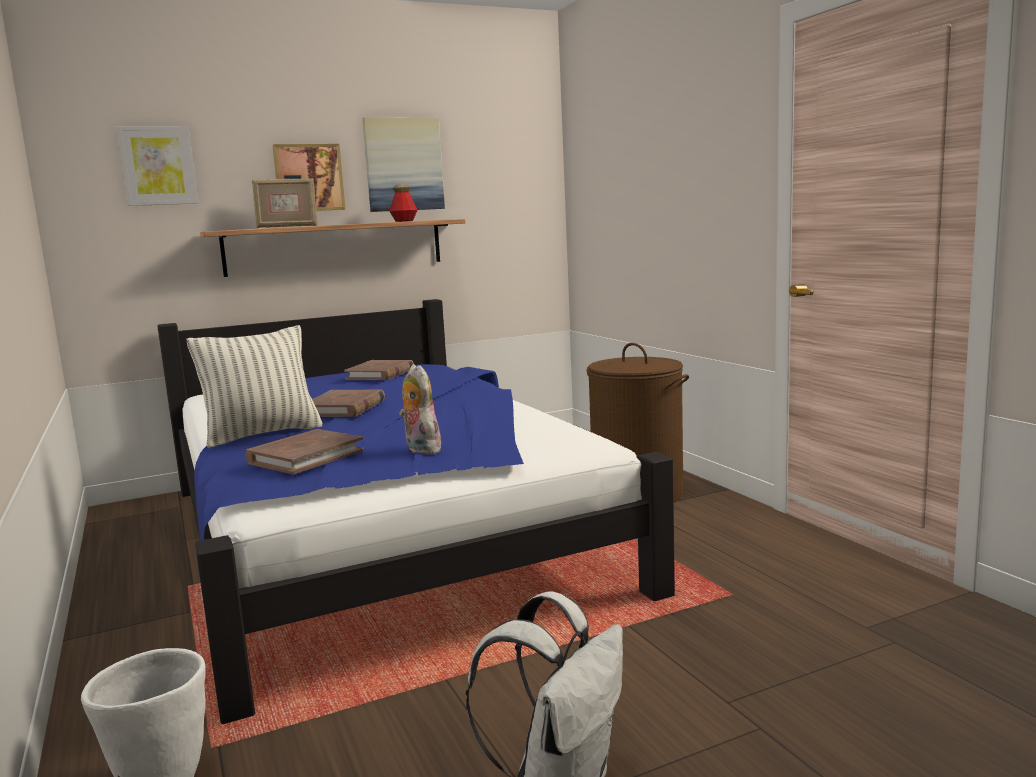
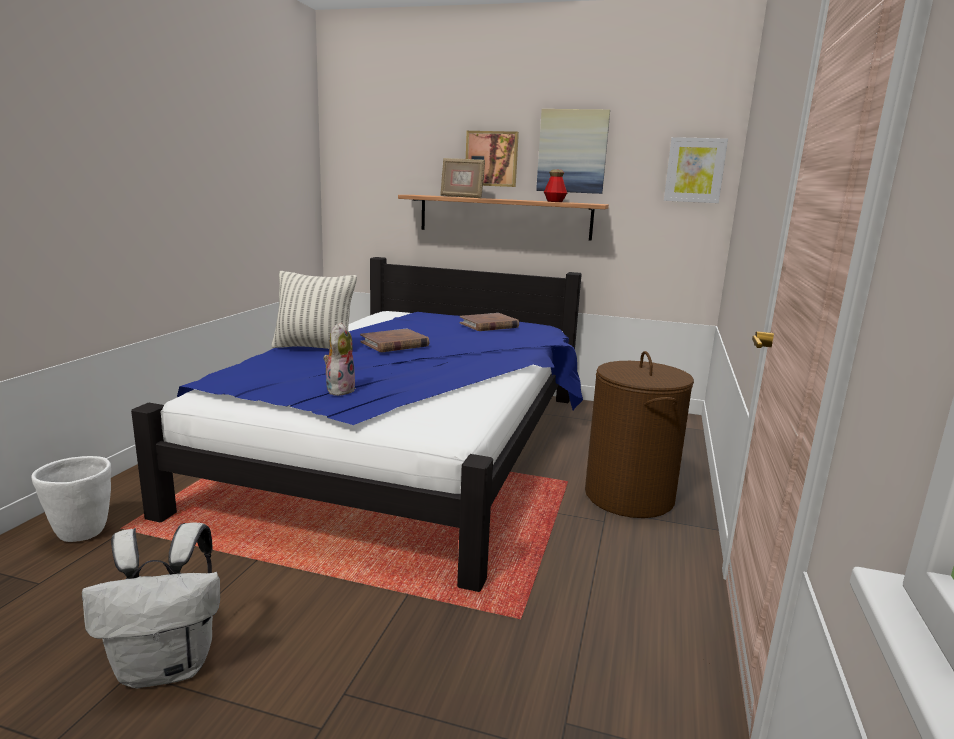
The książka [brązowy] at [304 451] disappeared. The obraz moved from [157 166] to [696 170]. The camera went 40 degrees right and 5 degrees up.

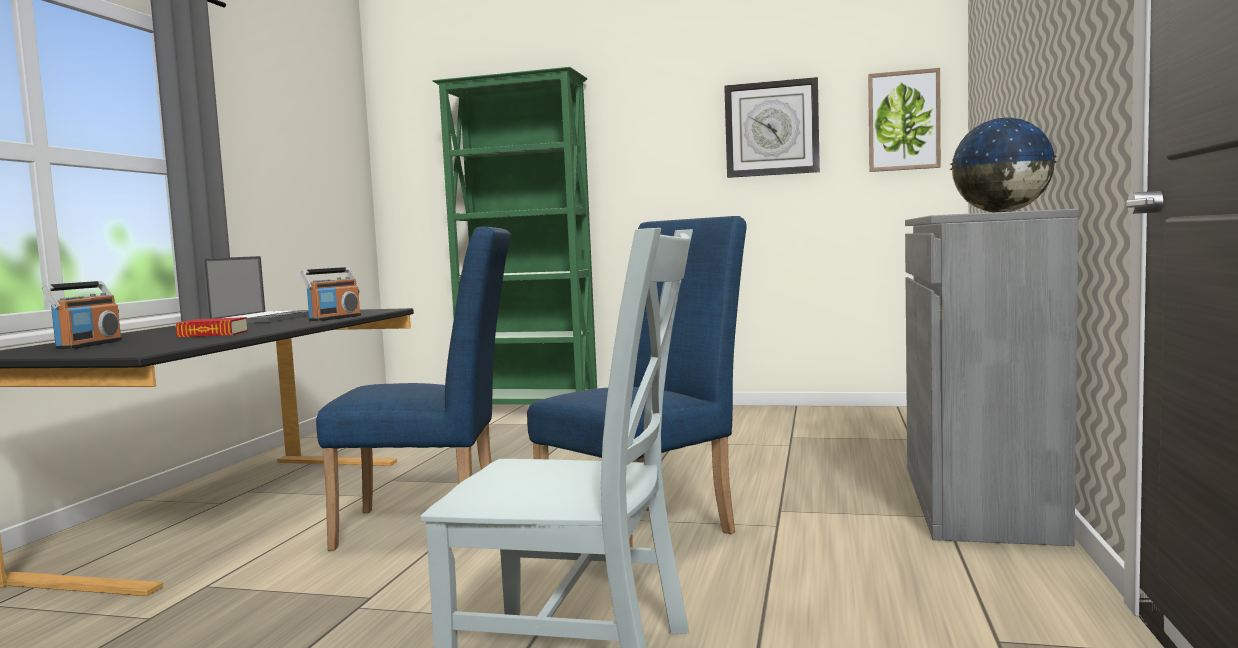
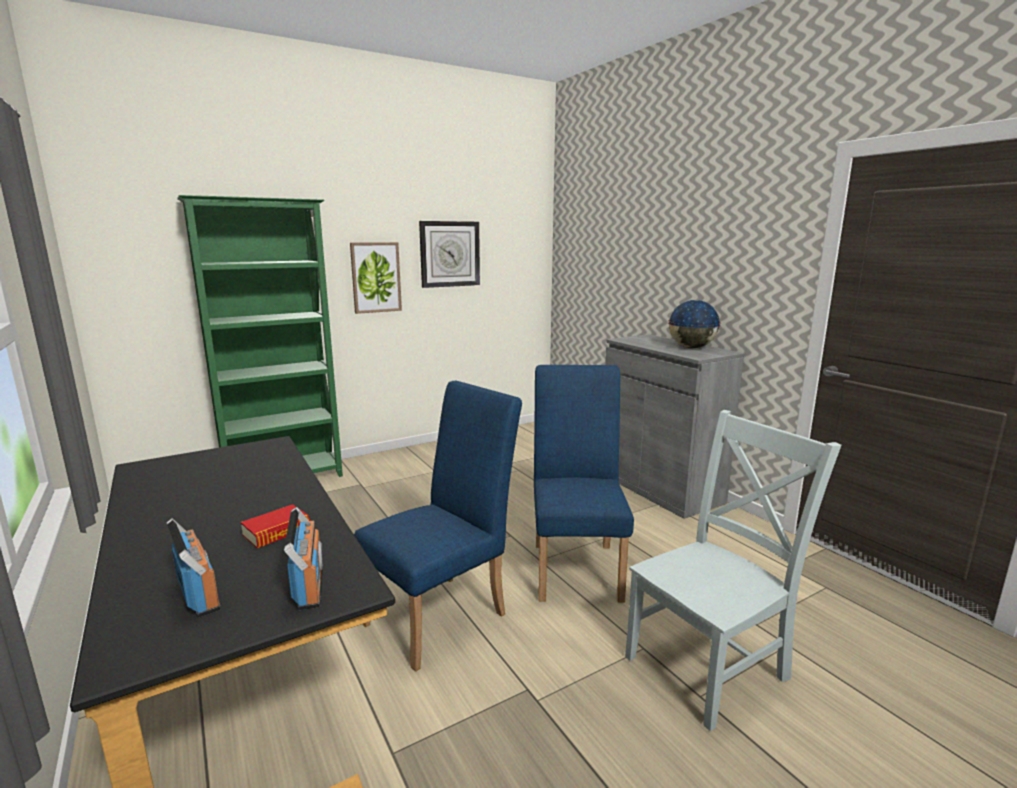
The laptop at [256 289] disappeared. The radio moved from [331 294] to [304 558]. The obraz moved from [904 120] to [376 278]. The camera went 45 degrees left and 10 degrees up.

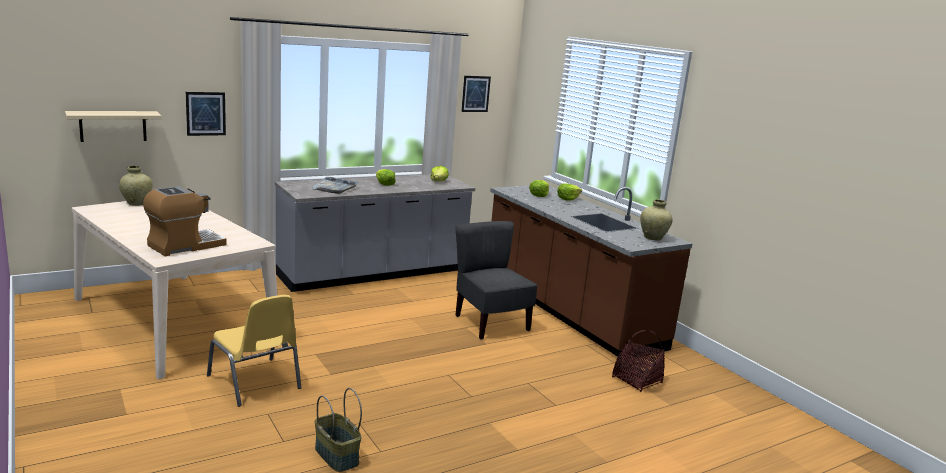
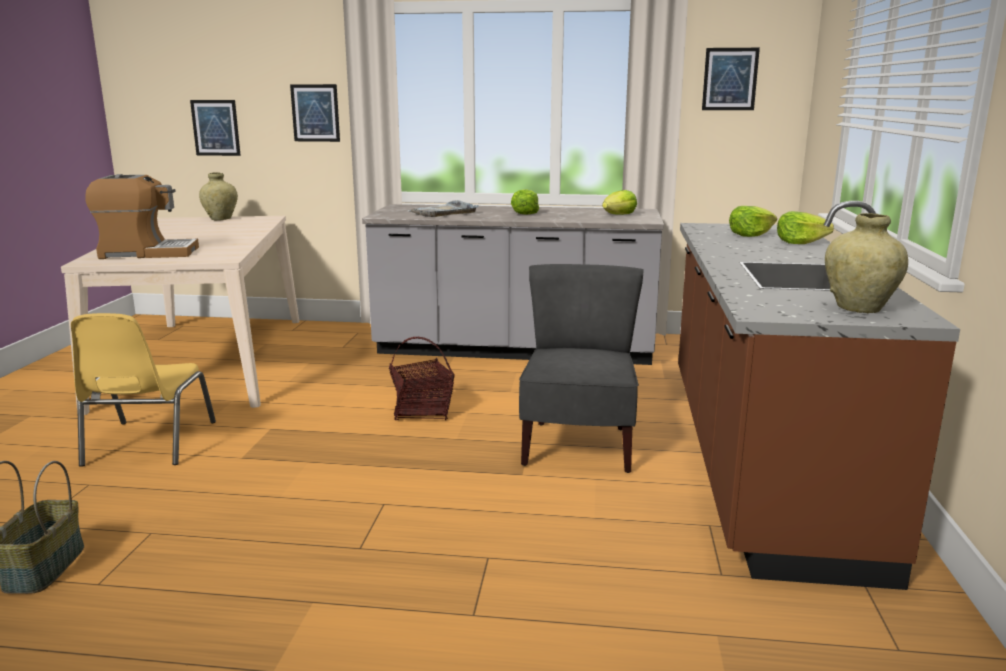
The koszyk moved from [638 361] to [421 378]. The półka [beżowy] at [113 126] was replaced by the obraz at [215 128]. The camera went 40 degrees right and 0 degrees up.

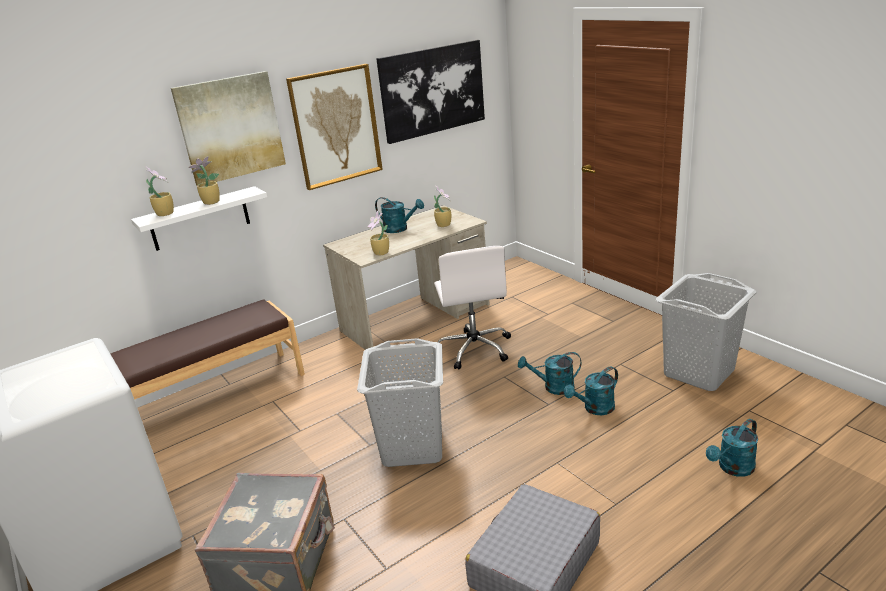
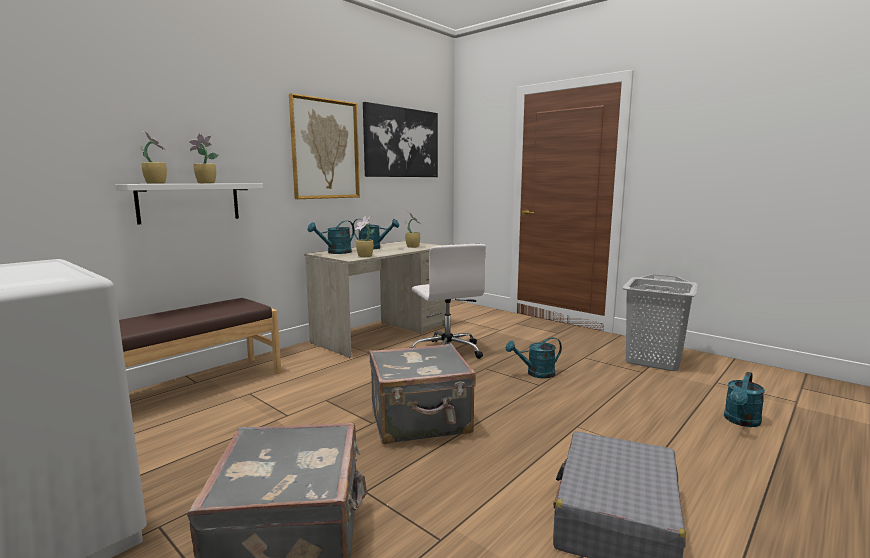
The obraz at [228 128] disappeared. The konewka [turkusowy] moved from [591 390] to [331 237]. The kosz na pranie [szary] at [400 402] was replaced by the walizka [szary] at [422 393]. The camera went 15 degrees left and 15 degrees down.

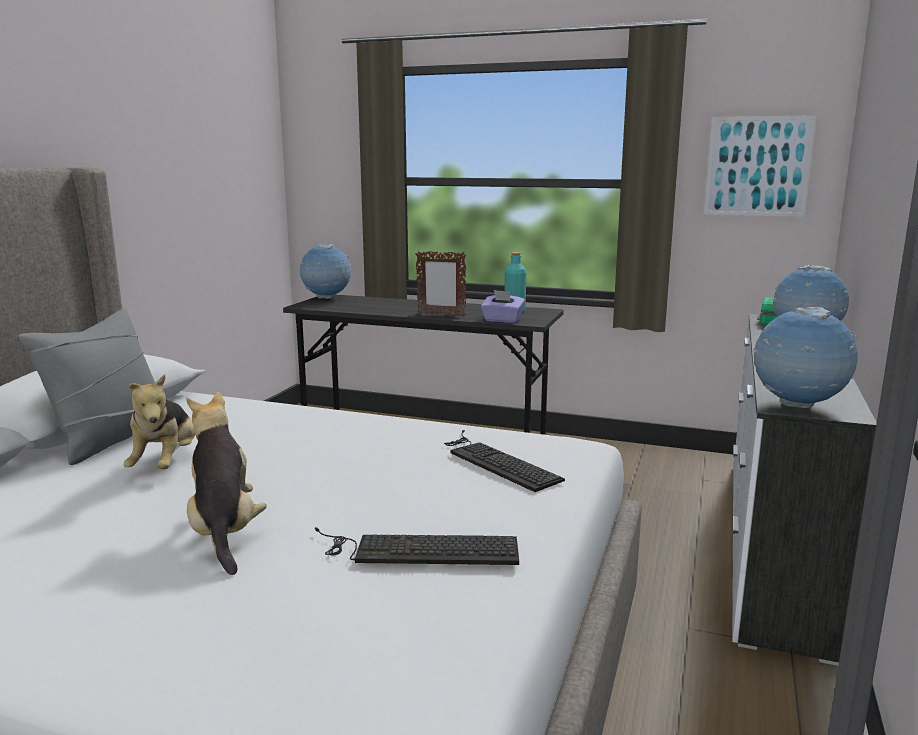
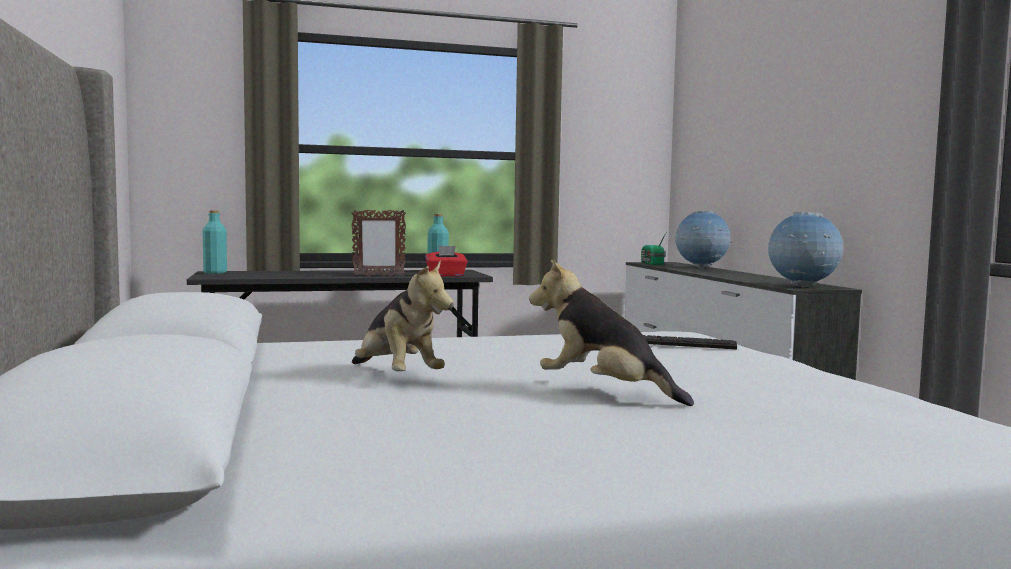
The poduszka [szary] at [86 387] disappeared. The klawiatura at [417 546] disappeared. The obraz at [760 166] disappeared. The globus at [325 271] was replaced by the butelka [turkusowy] at [215 242]. The pudełko chusteczek [fioletowy] at [503 306] became the pudełko chusteczek [czerwony] at [446 260]. The camera went 35 degrees left and 10 degrees down.

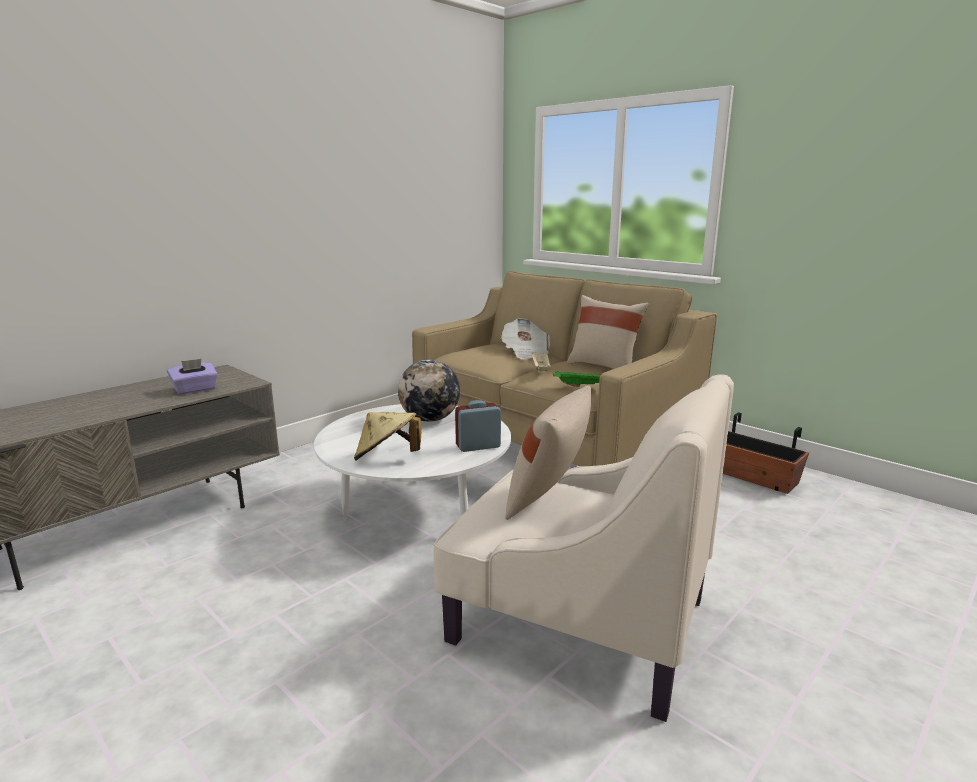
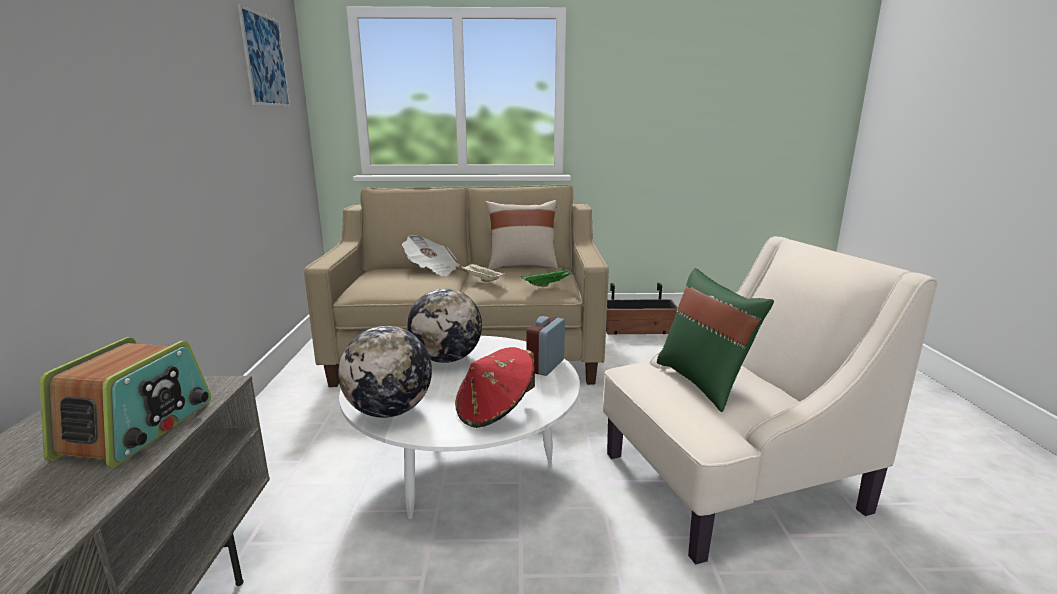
The obraz at [264 55] appeared. The globus at [385 372] appeared. The pudełko chusteczek [fioletowy] at [192 377] was replaced by the radio at [125 402]. The kapelusz [beżowy] at [387 436] became the kapelusz [czerwony] at [495 387]. The poduszka [beżowy] at [548 453] became the poduszka [zielony] at [715 340]. The camera went 45 degrees left and 0 degrees up.

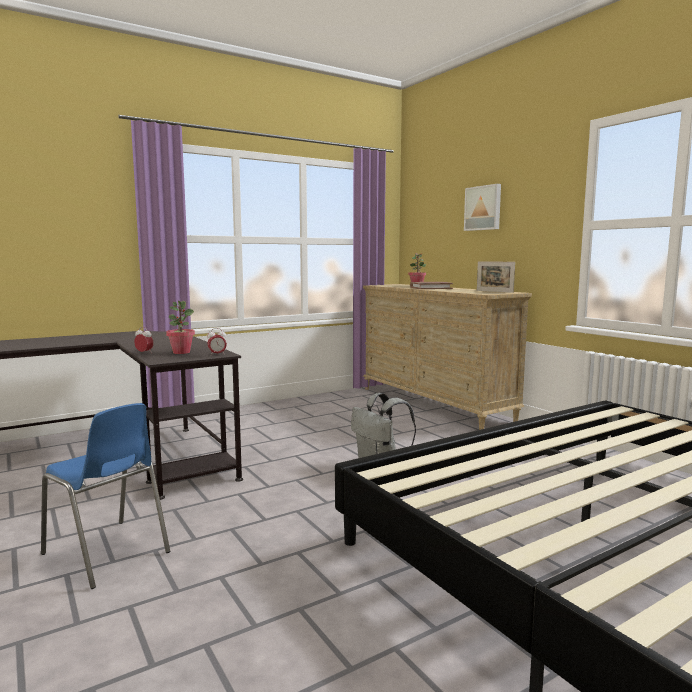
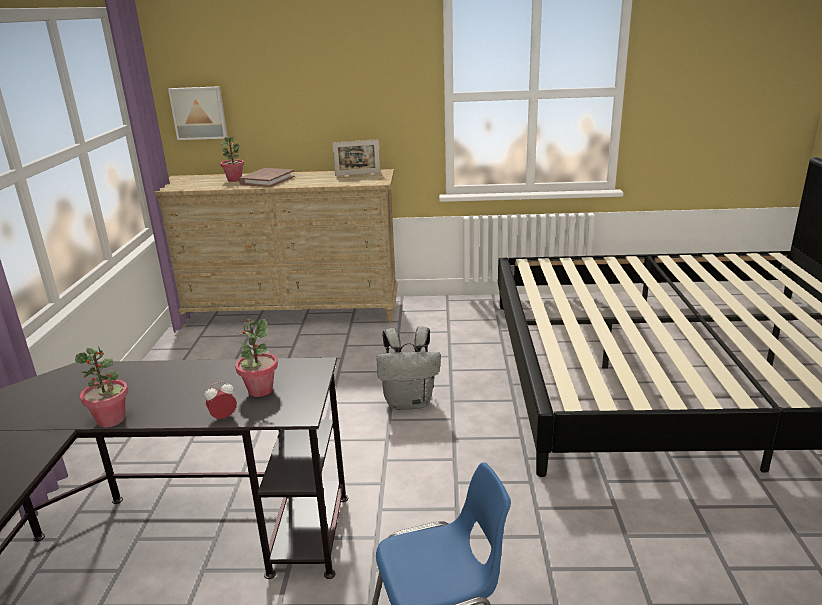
The budzik at [217 342] disappeared. The roślina doniczkowa at [101 387] appeared. The obraz moved from [482 207] to [198 113]. The camera went 55 degrees left and 15 degrees up.

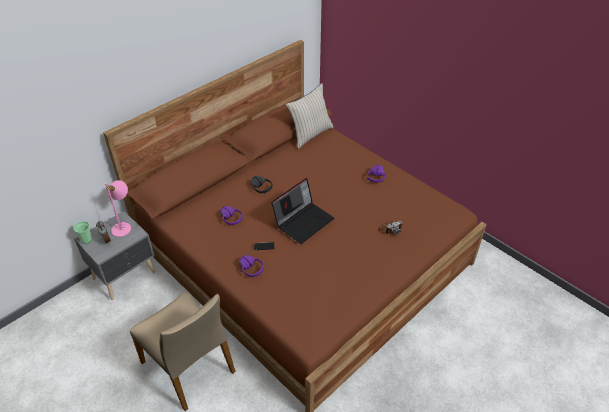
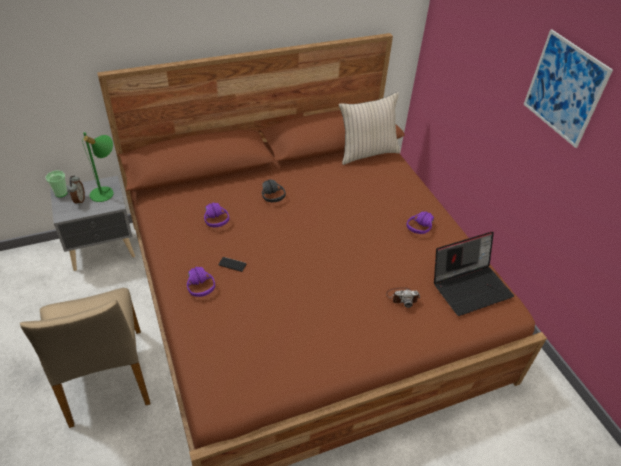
The obraz at [568 88] appeared. The laptop moved from [302 211] to [474 274]. The lampa stołowa [różowy] at [118 208] became the lampa stołowa [zielony] at [98 167]. The camera went 20 degrees right and 0 degrees up.

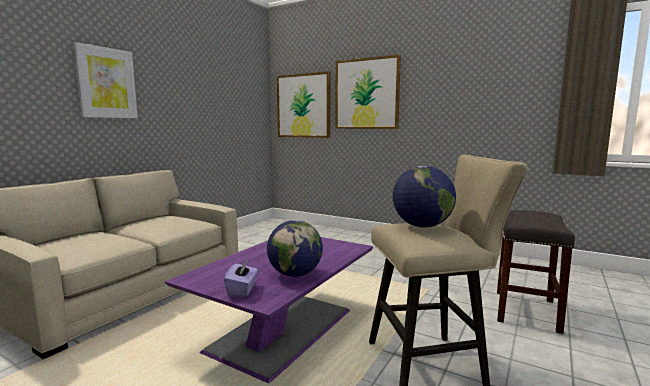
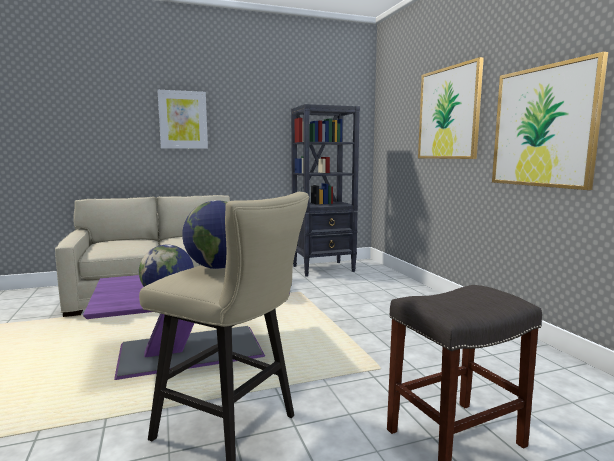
The pudełko chusteczek [fioletowy] at [241 278] disappeared. The regał [czarny] at [325 190] appeared. The obraz moved from [303 104] to [550 121]. The camera went 40 degrees right and 0 degrees up.

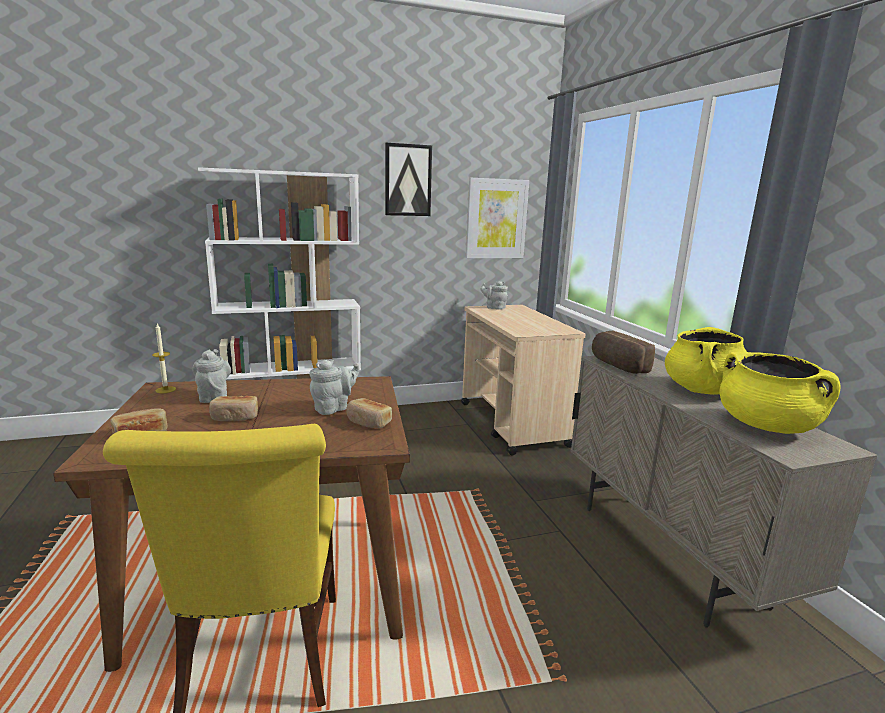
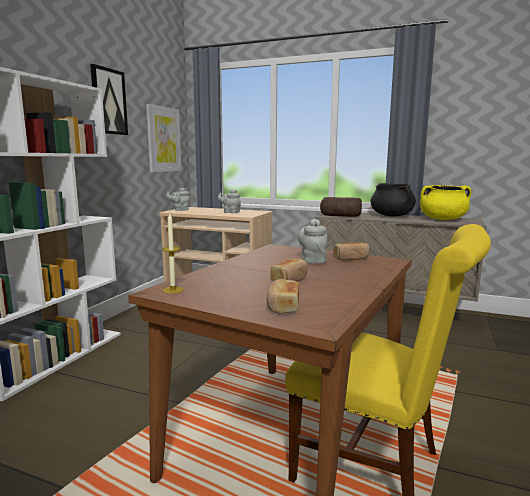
The imbryk [szary] moved from [211 376] to [229 201]. The garnek [żółty] at [706 361] became the garnek [czarny] at [393 200]. The camera went 50 degrees left and 5 degrees down.

